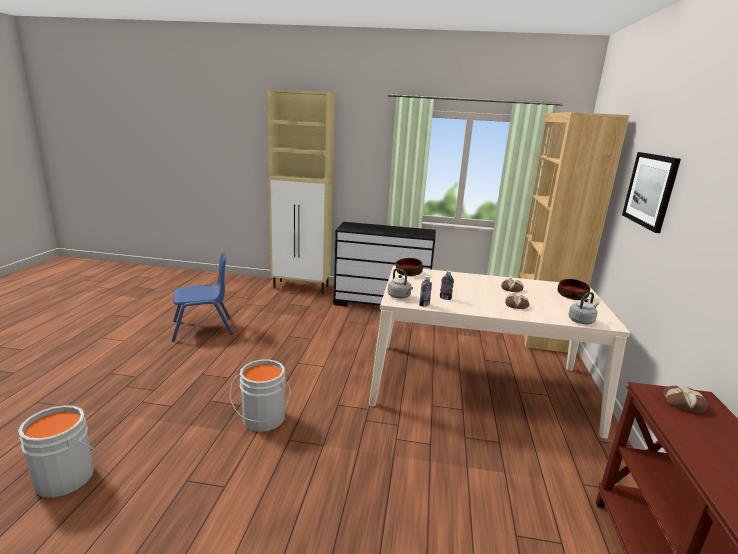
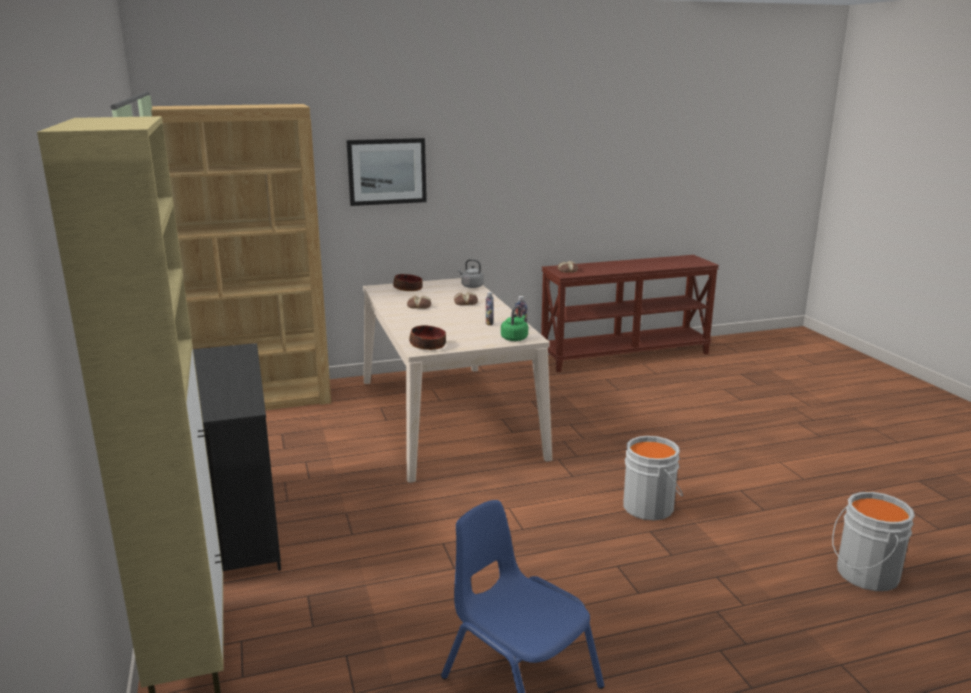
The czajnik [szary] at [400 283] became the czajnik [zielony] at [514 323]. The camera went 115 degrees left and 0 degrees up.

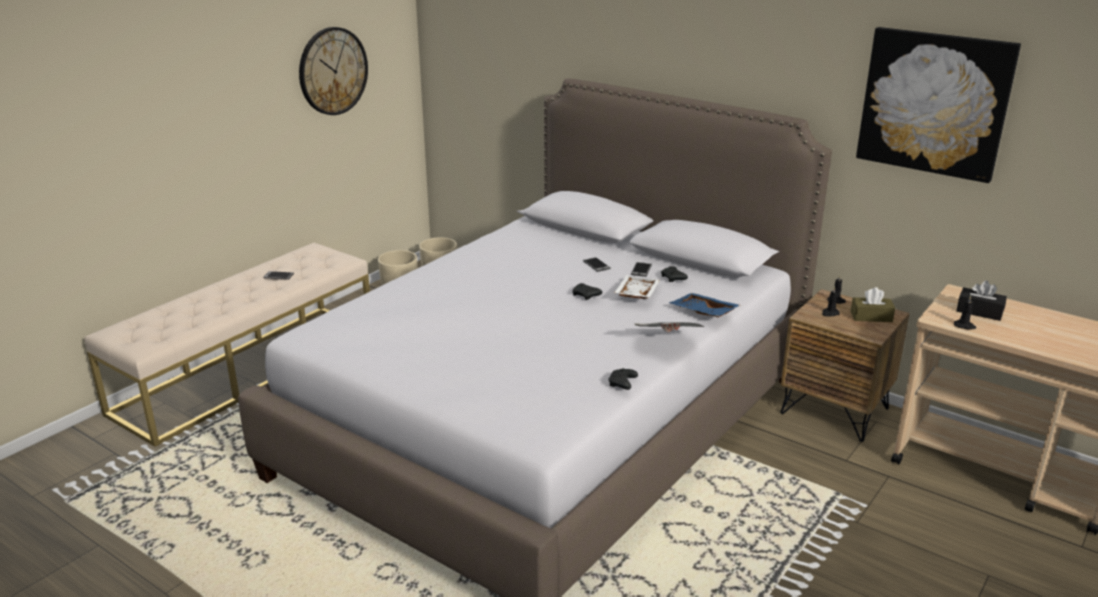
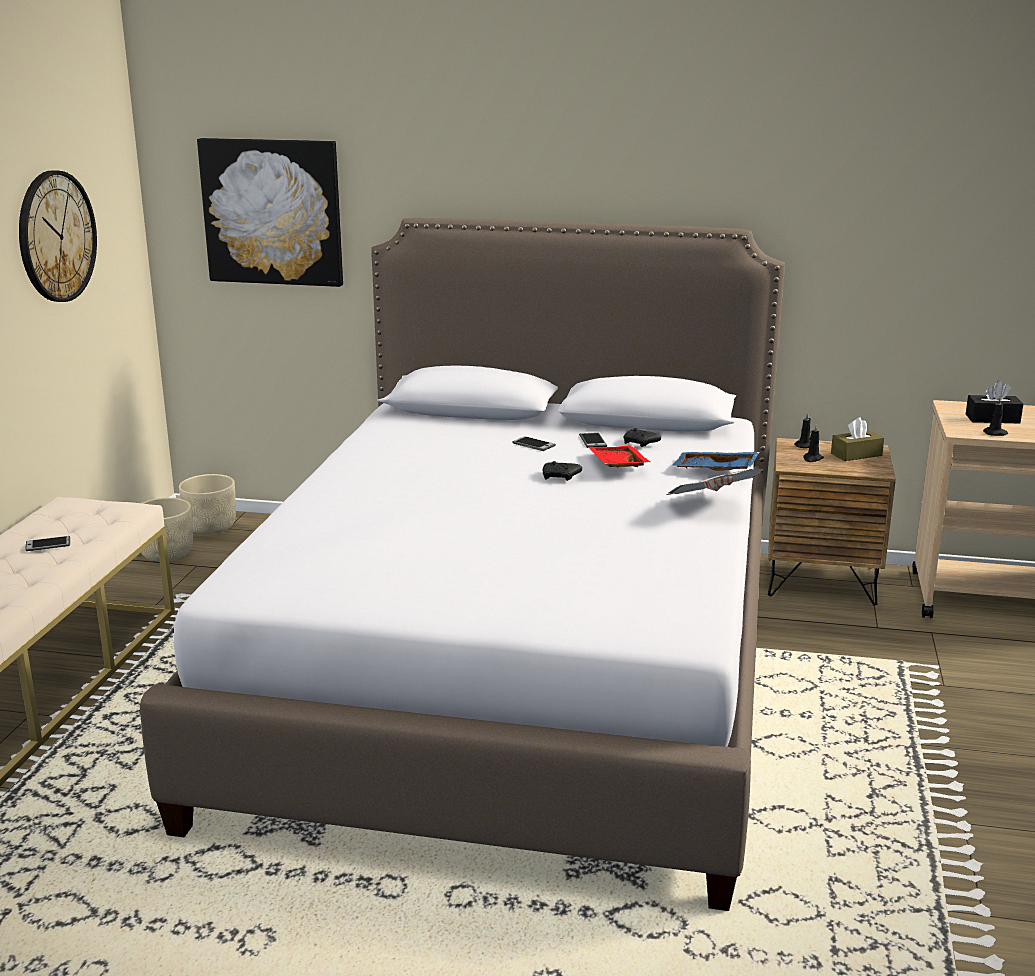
The pad do gier [czarny] at [623 379] disappeared. The obraz moved from [938 105] to [270 212]. The taca [biały] at [637 287] became the taca [czerwony] at [619 457]. The camera went 25 degrees left and 5 degrees down.

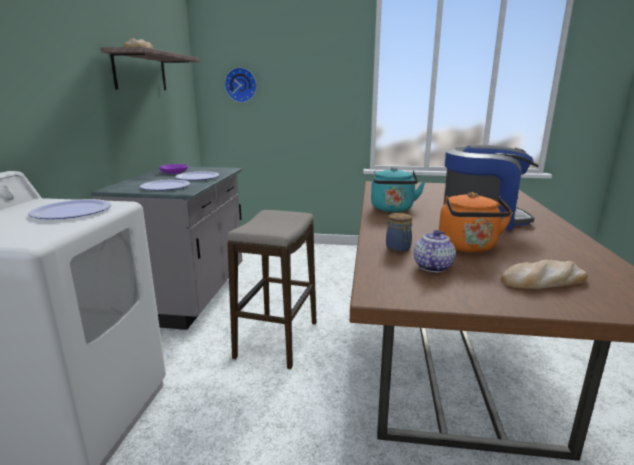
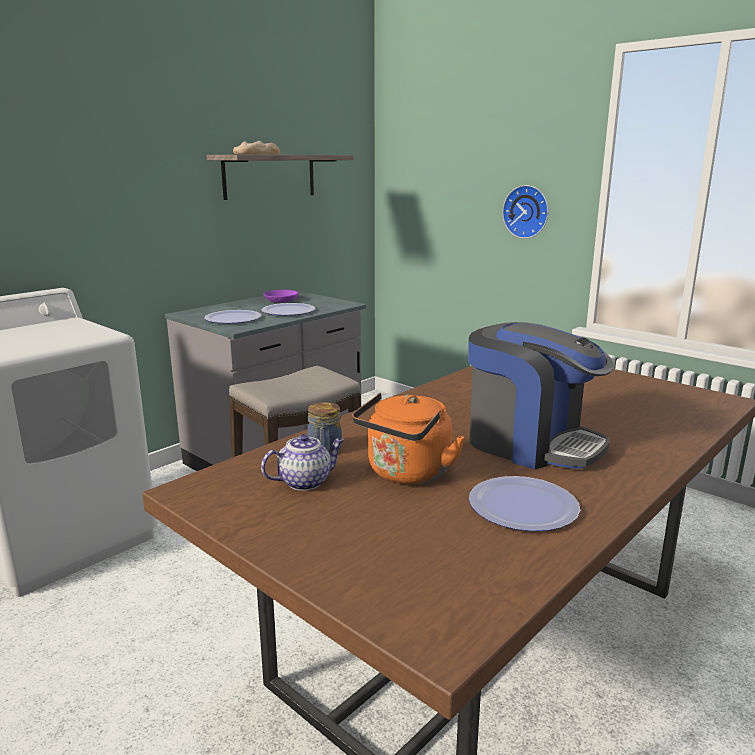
The czajnik [turkusowy] at [398 189] disappeared. The chleb at [544 274] disappeared. The talerz moved from [69 209] to [524 503]. The zegar ścienny moved from [241 85] to [525 212]. The camera went 35 degrees right and 0 degrees up.

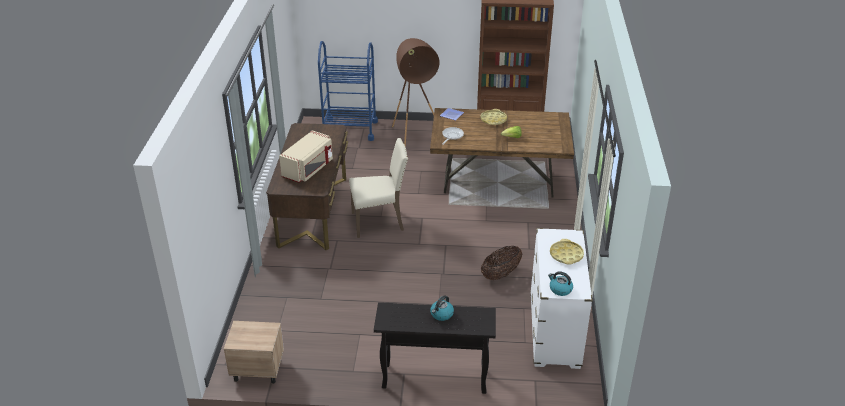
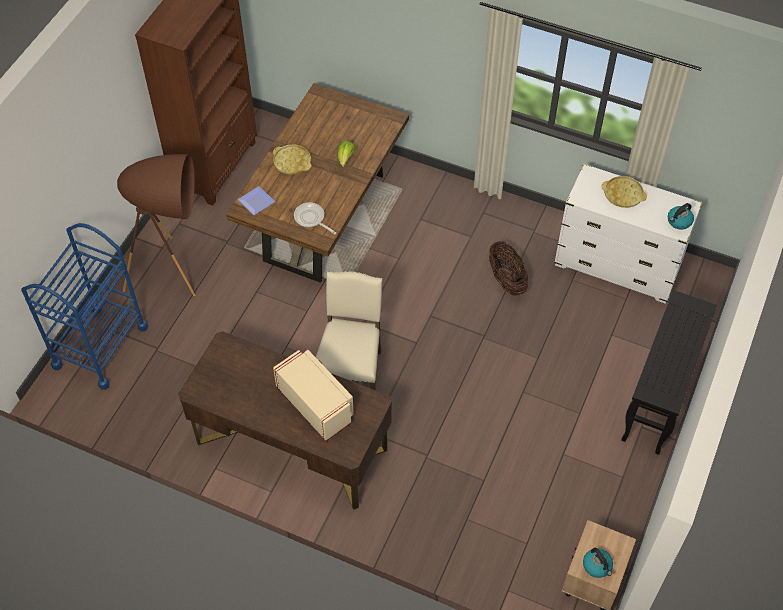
The czajnik moved from [442 308] to [598 563]. The camera went 70 degrees left and 20 degrees up.

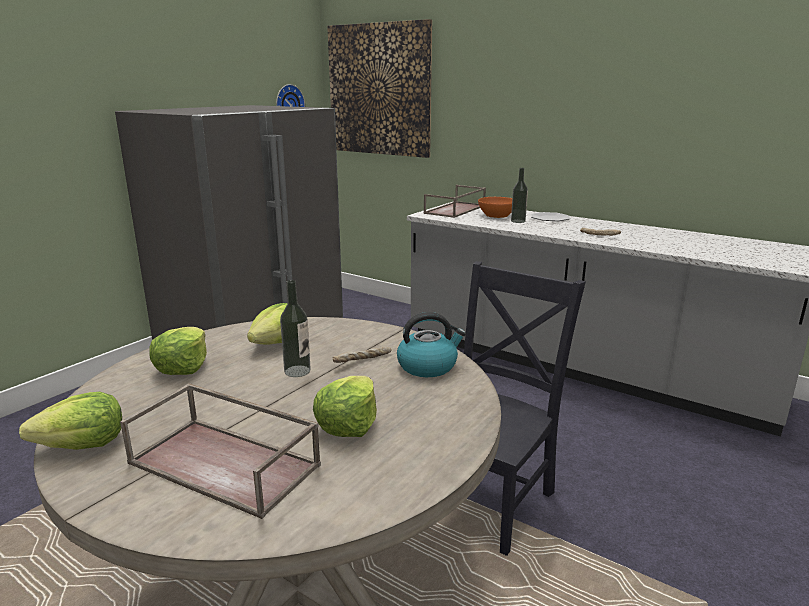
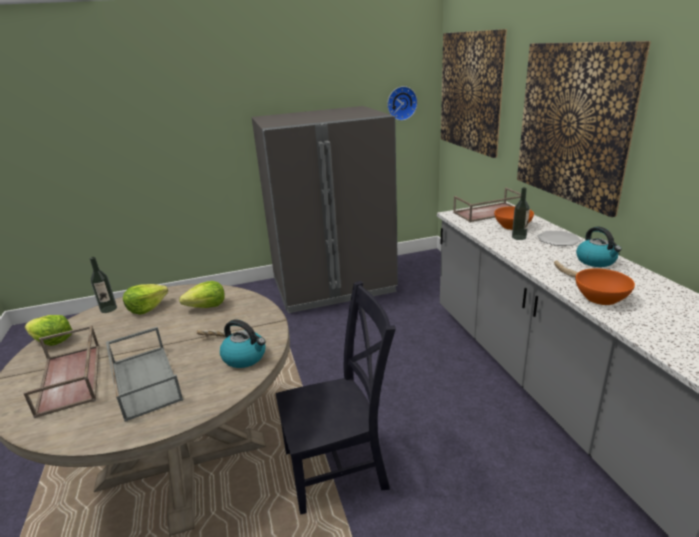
The obraz at [584 129] appeared. The miska [pomarańczowy] at [605 286] appeared. The czajnik at [599 246] appeared. The butelka moved from [295 328] to [103 285]. The sałata at [345 406] was replaced by the taca [szary] at [144 374]. The camera went 40 degrees right and 5 degrees up.

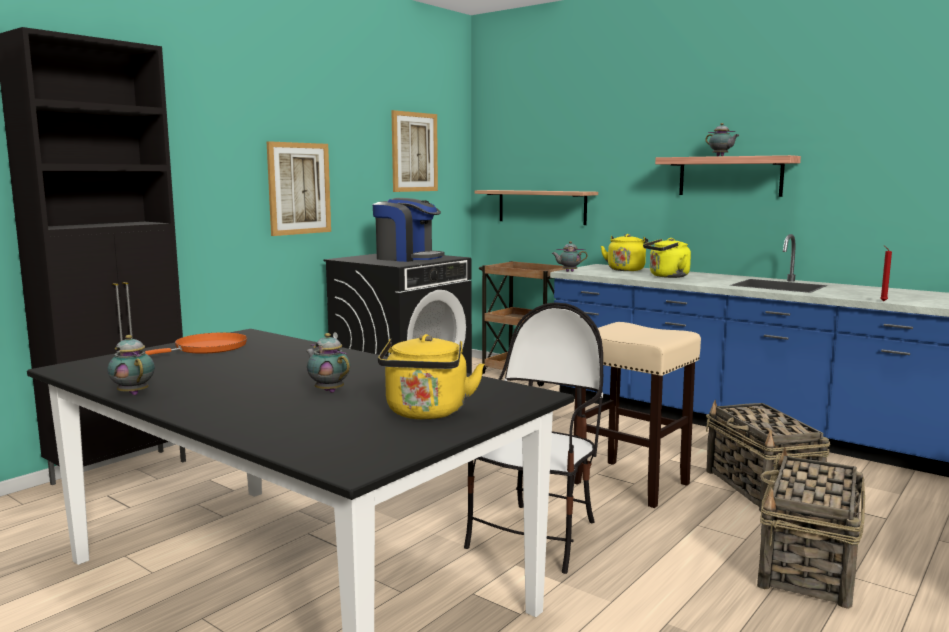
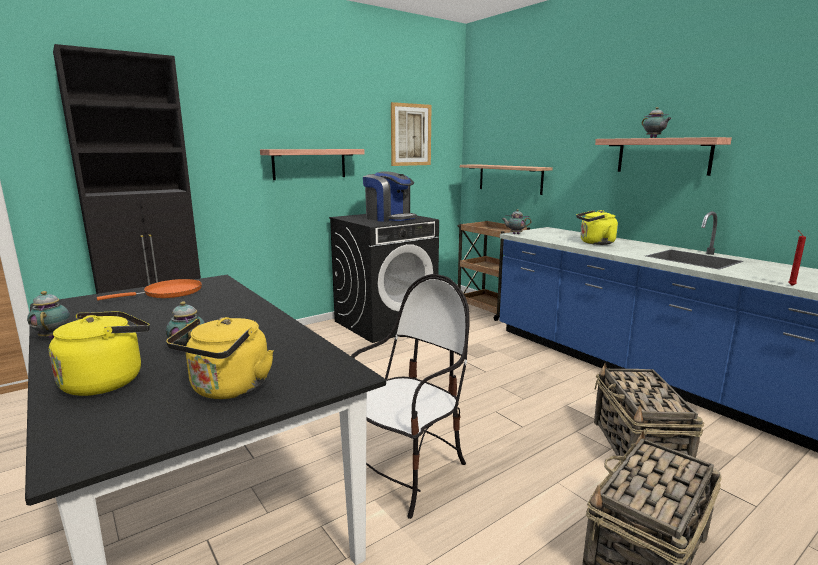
The stołek [beżowy] at [637 415] disappeared. The czajnik [żółty] moved from [624 252] to [99 353]. The obraz at [299 188] was replaced by the półka at [312 164]. The camera went 15 degrees right and 5 degrees up.

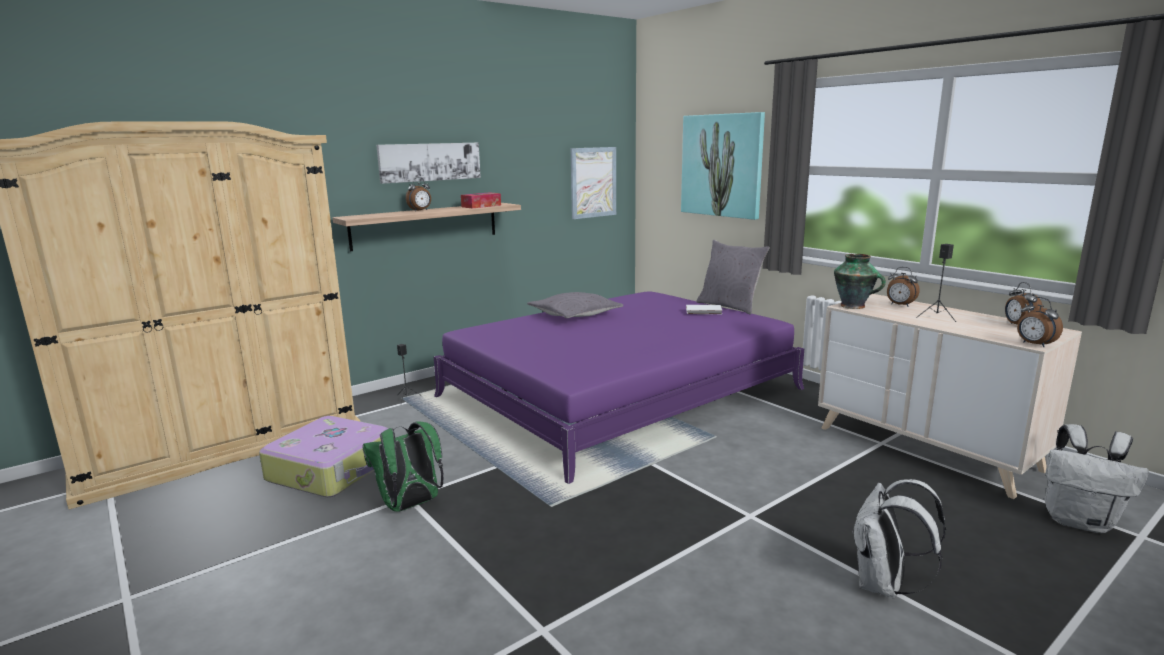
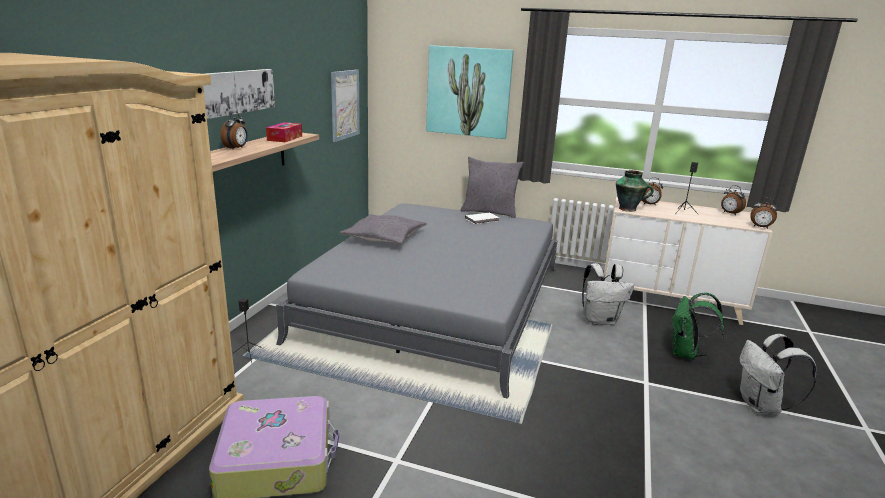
The plecak [zielony] moved from [403 466] to [697 326]. The plecak [biały] moved from [1096 478] to [608 294]. The łóżko [fioletowy] at [619 387] became the łóżko [szary] at [417 301]. The camera went 35 degrees left and 5 degrees up.

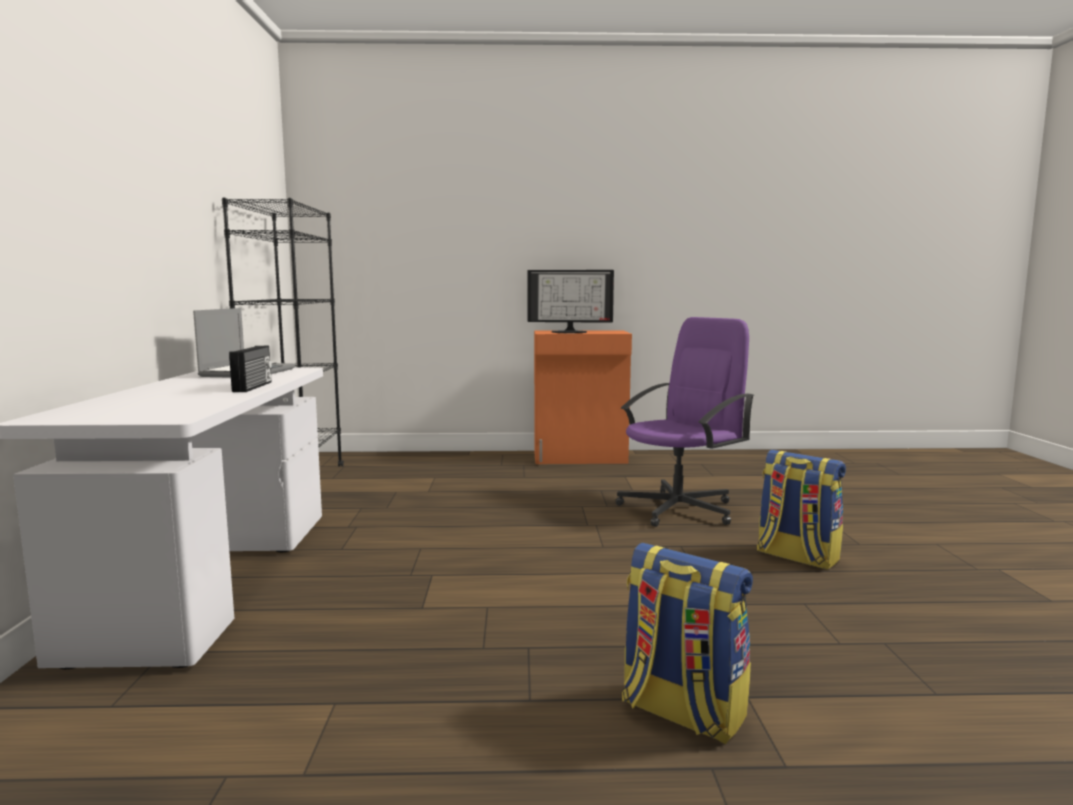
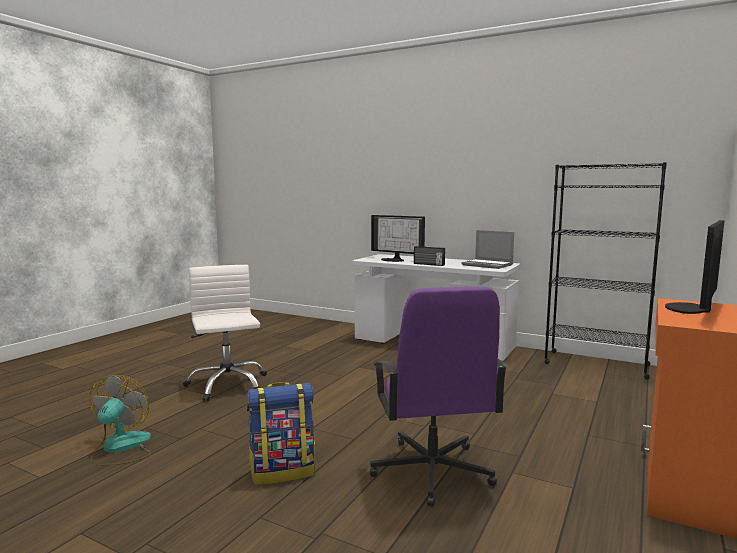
The wentylator at [120 420] appeared. The monitor at [398 238] appeared. The plecak at [687 643] was replaced by the krzesło biurowe [biały] at [225 333]. The camera went 120 degrees right and 0 degrees up.

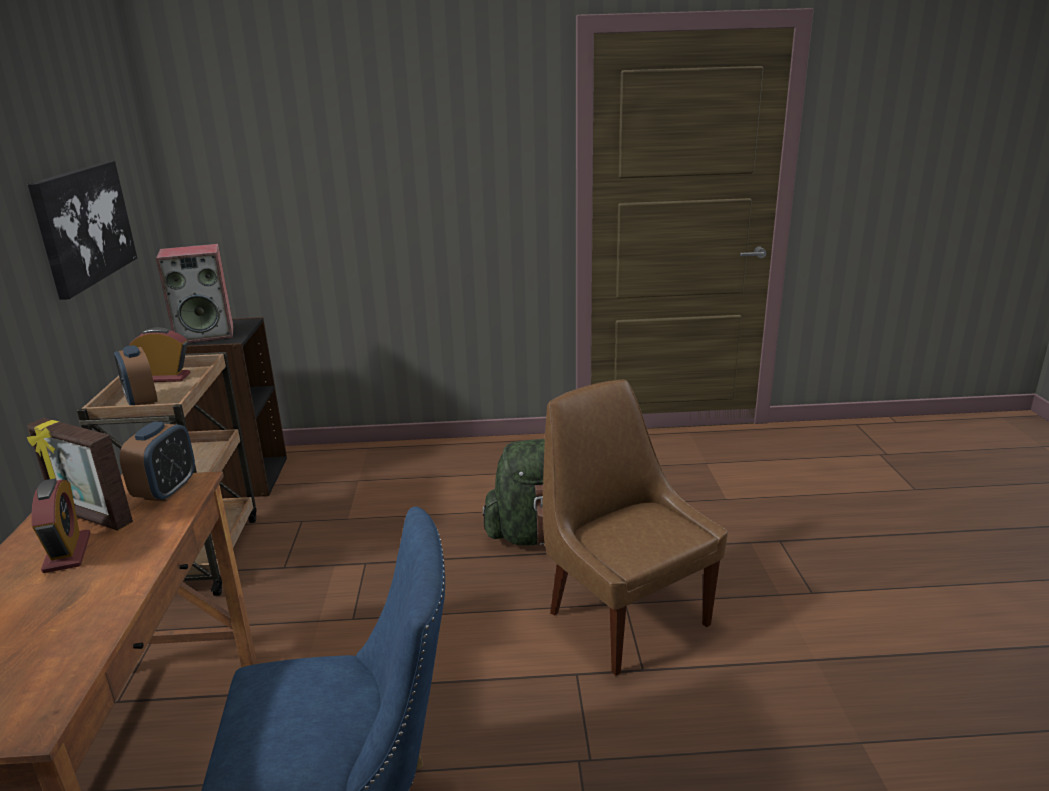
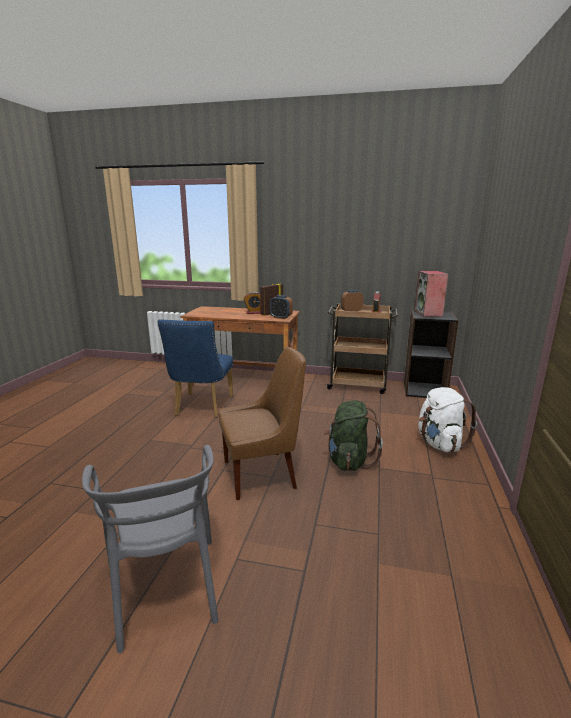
The obraz at [82 230] disappeared. The krzesło [szary] at [150 549] appeared. The plecak [biały] at [447 419] appeared. The camera went 105 degrees right and 5 degrees down.

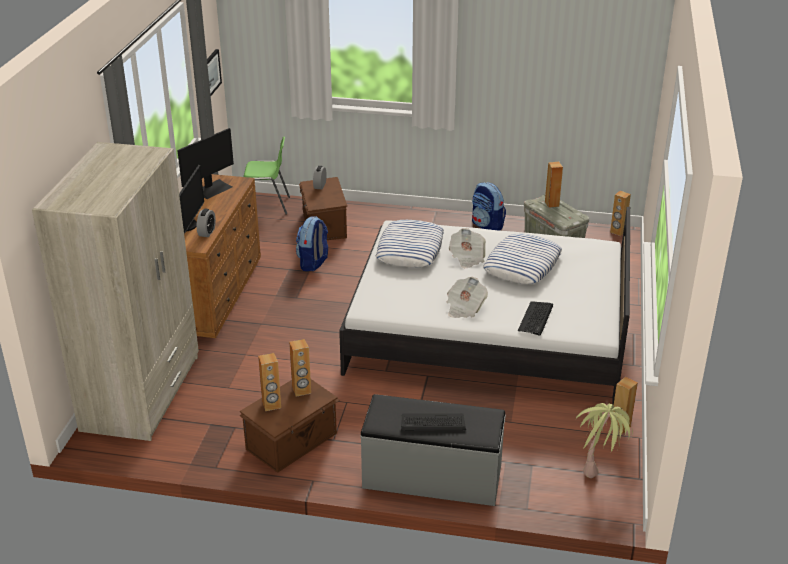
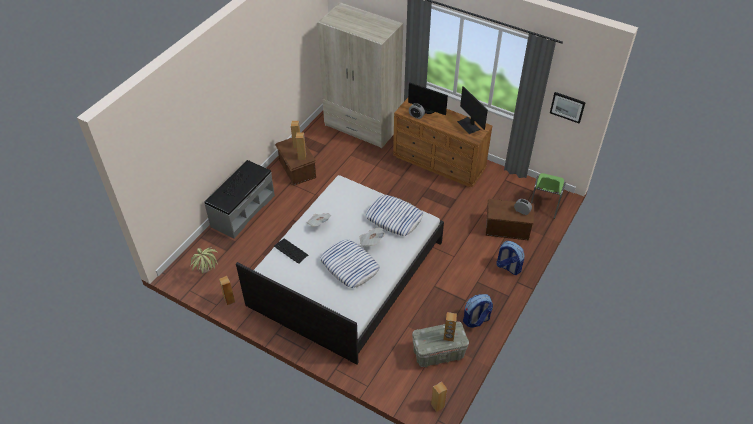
The plecak moved from [312 243] to [510 258]. The camera went 110 degrees right and 15 degrees up.

